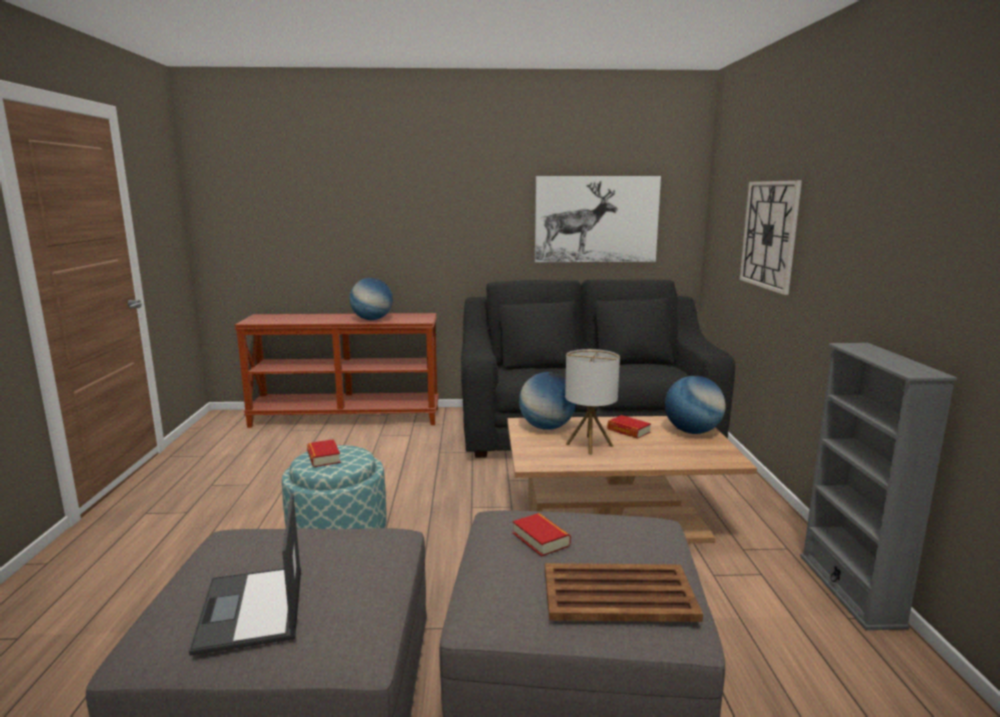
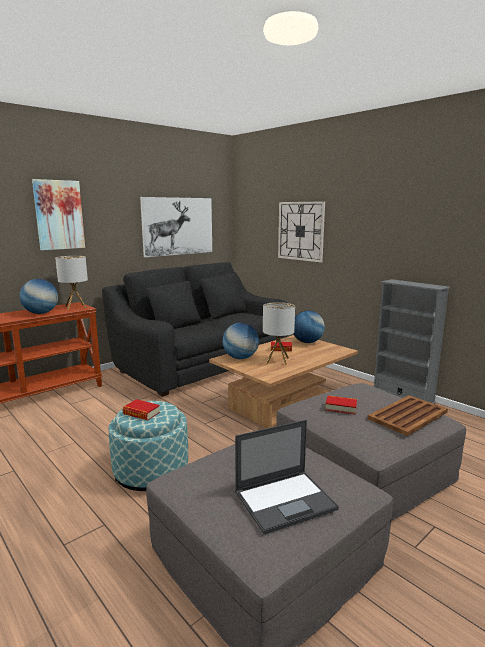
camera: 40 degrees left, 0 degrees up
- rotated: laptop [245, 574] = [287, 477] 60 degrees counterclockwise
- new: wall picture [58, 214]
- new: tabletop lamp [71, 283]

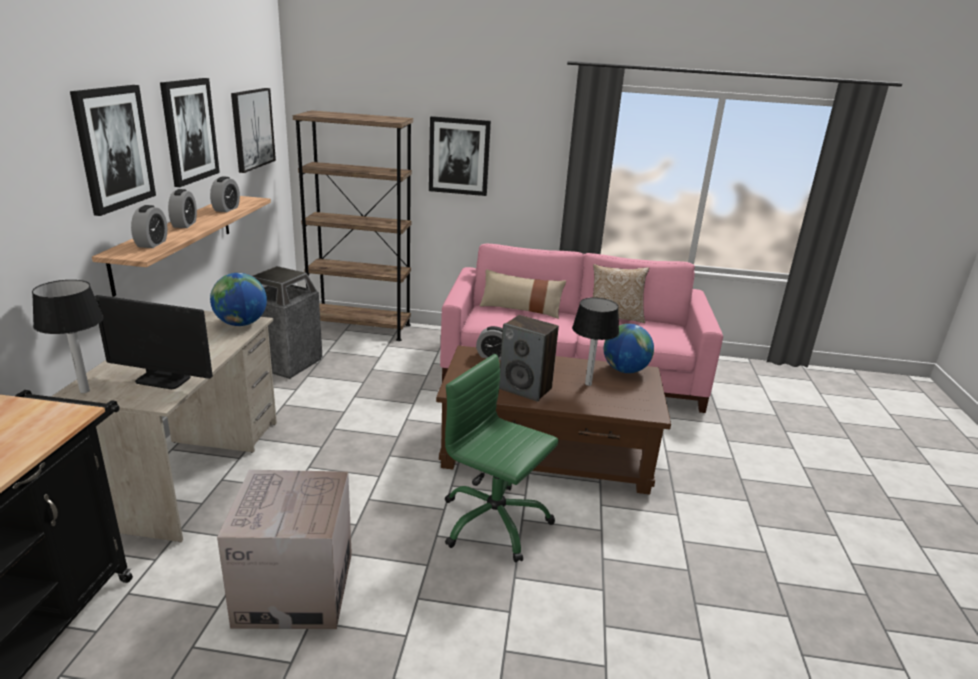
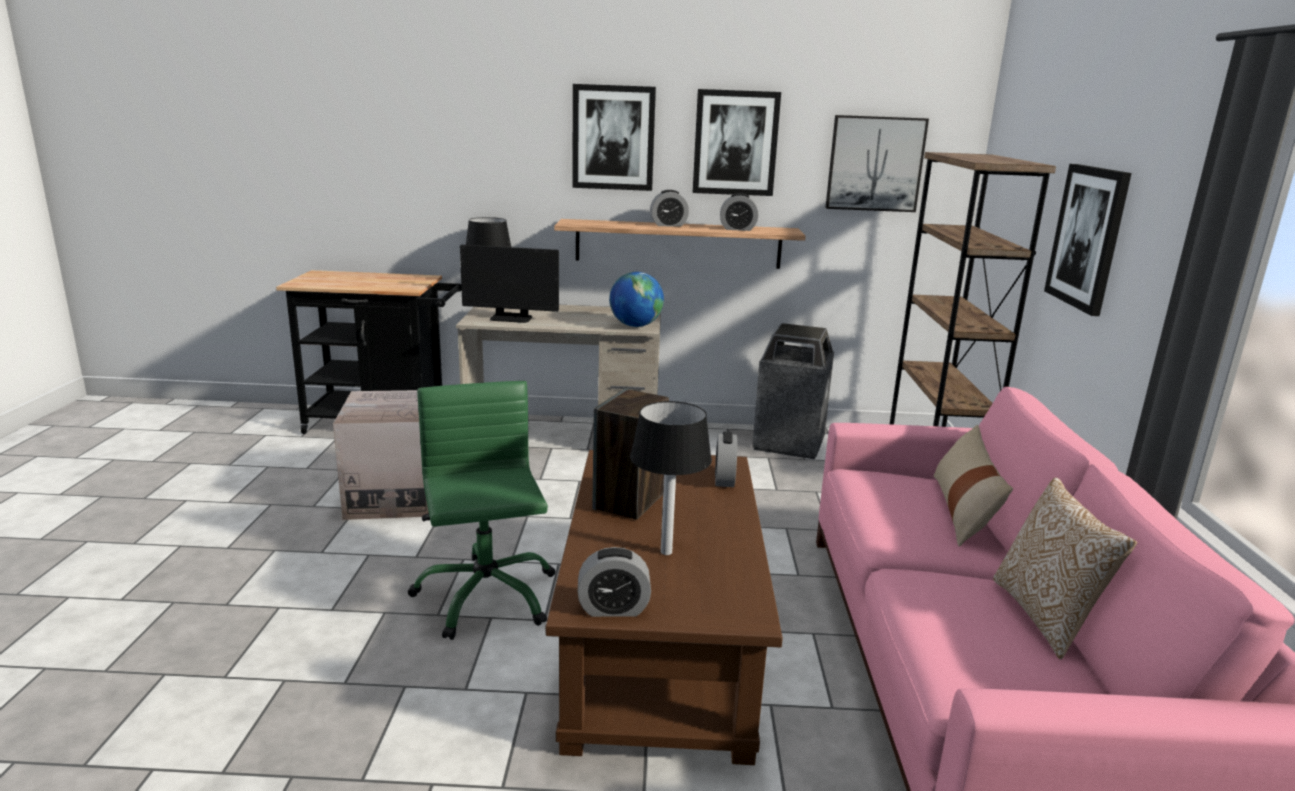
camera: 85 degrees right, 5 degrees down
- shifted: table clock [149, 226] to [614, 582]
- rotated: computer display [154, 342] = [509, 284] 90 degrees counterclockwise
- gone: desk globe [629, 348]
- rotated: greenish computer chair [502, 458] = [481, 510] 45 degrees counterclockwise

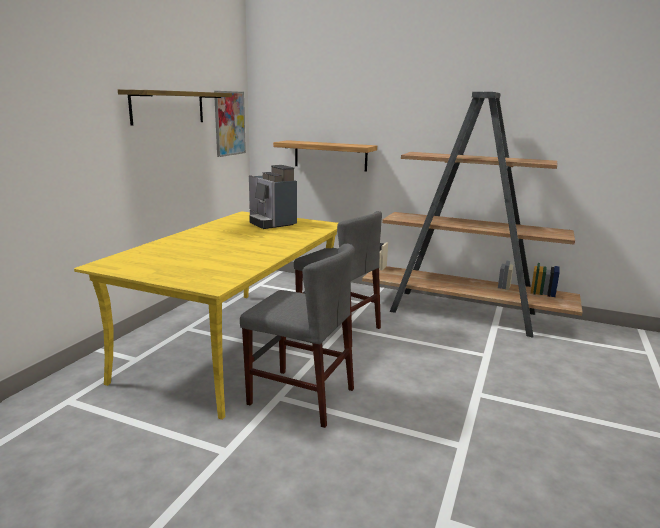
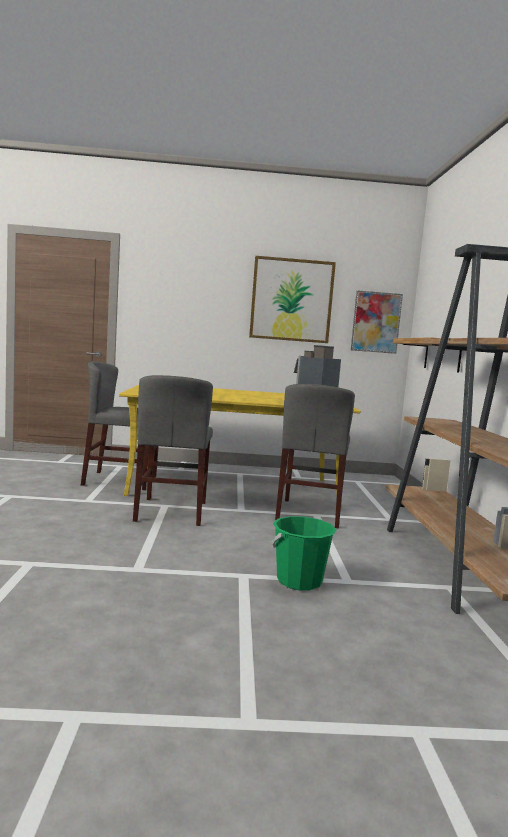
camera: 65 degrees right, 10 degrees down
- swapped: wall shelf [175, 107] to wall picture [292, 299]
- new: gray plain chair [120, 425]
- new: greenish pail [303, 553]

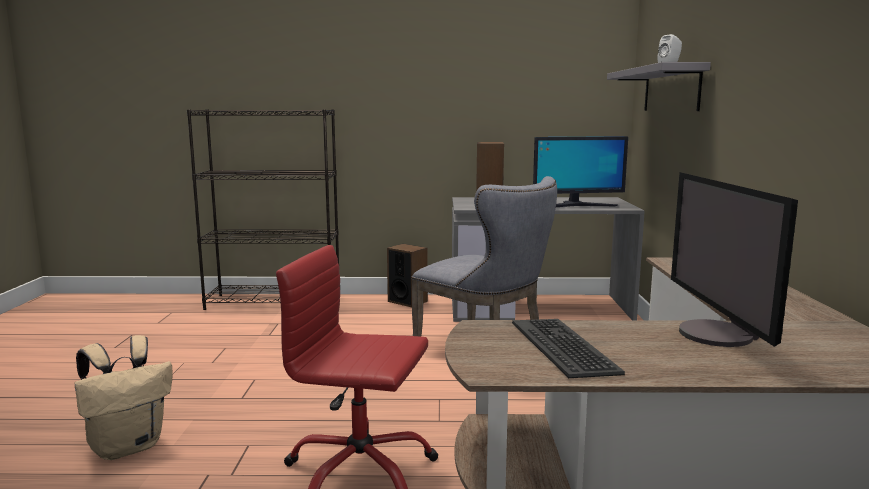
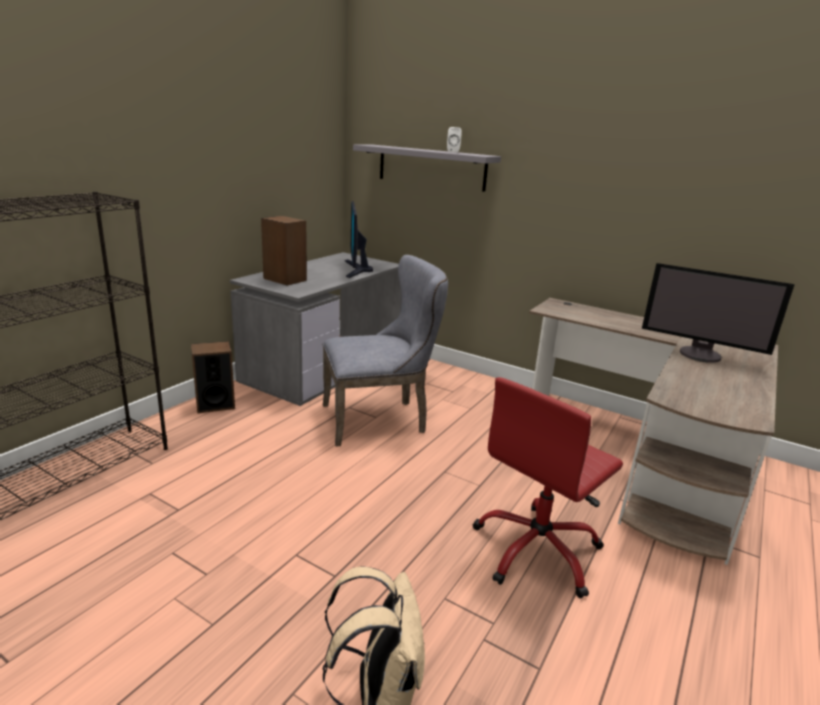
camera: 60 degrees left, 10 degrees up
- rotated: computer display [580, 171] = [359, 239] 150 degrees clockwise
- gone: keyboard [568, 348]

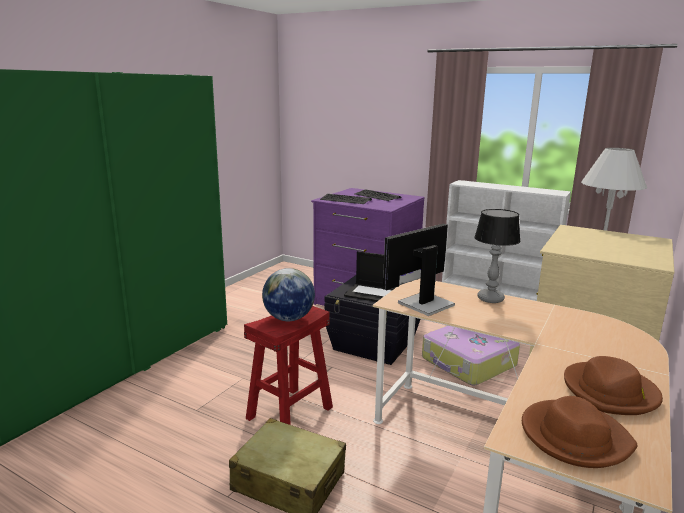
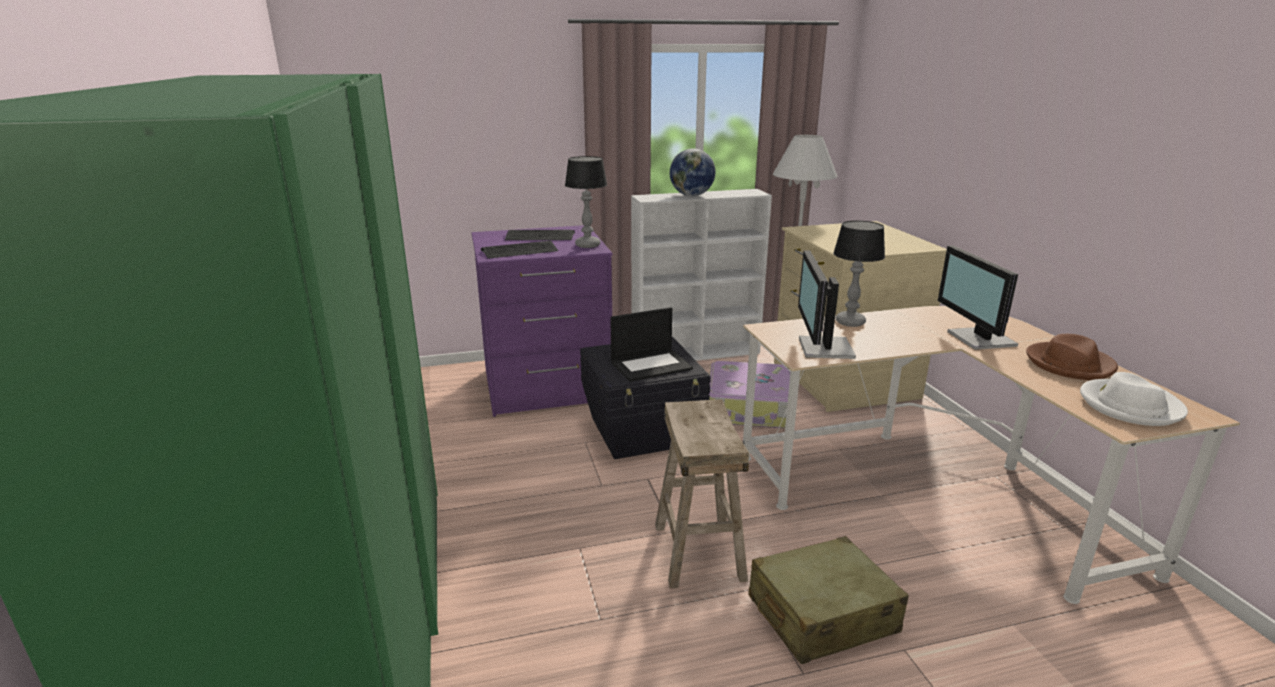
camera: 45 degrees left, 5 degrees up
- shifted: desk globe [288, 294] to [692, 172]
- repainted: reddish stool [288, 365] to beige-coloured stool [702, 493]
- repainted: brown clothing hat [580, 432] to white clothing hat [1134, 399]
- new: tabletop lamp [586, 202]
- new: computer display [978, 297]

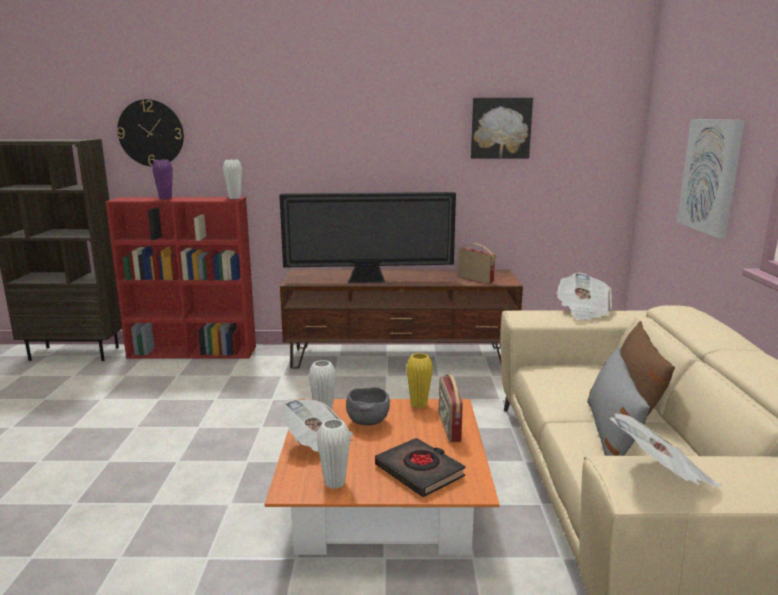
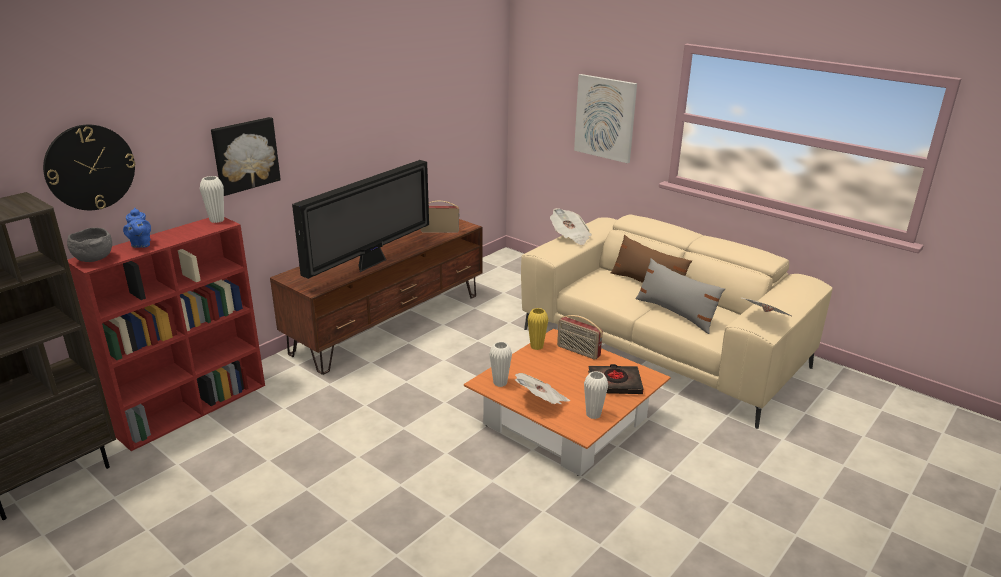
camera: 50 degrees left, 10 degrees up
- shifted: wall picture [502, 128] to [246, 156]
- swapped: purplish decorative vase [162, 179] to blue-coloured teapot [137, 228]
- shifted: gray deep dish [368, 406] to [89, 245]

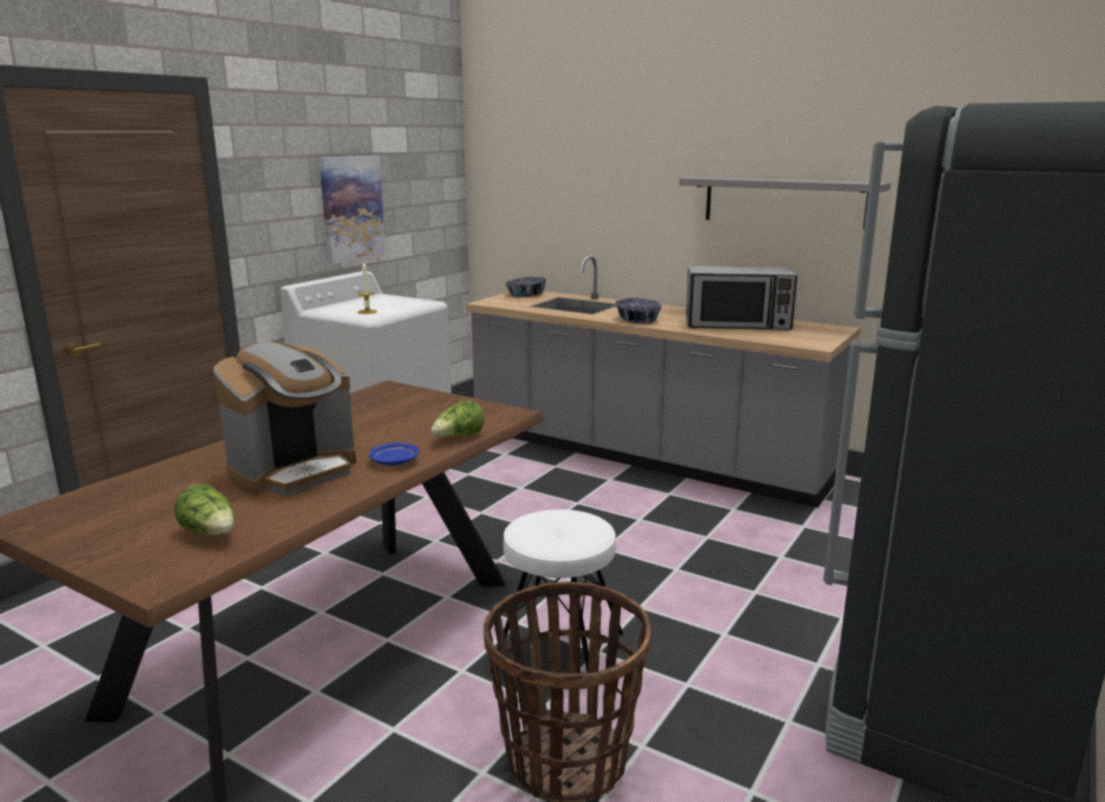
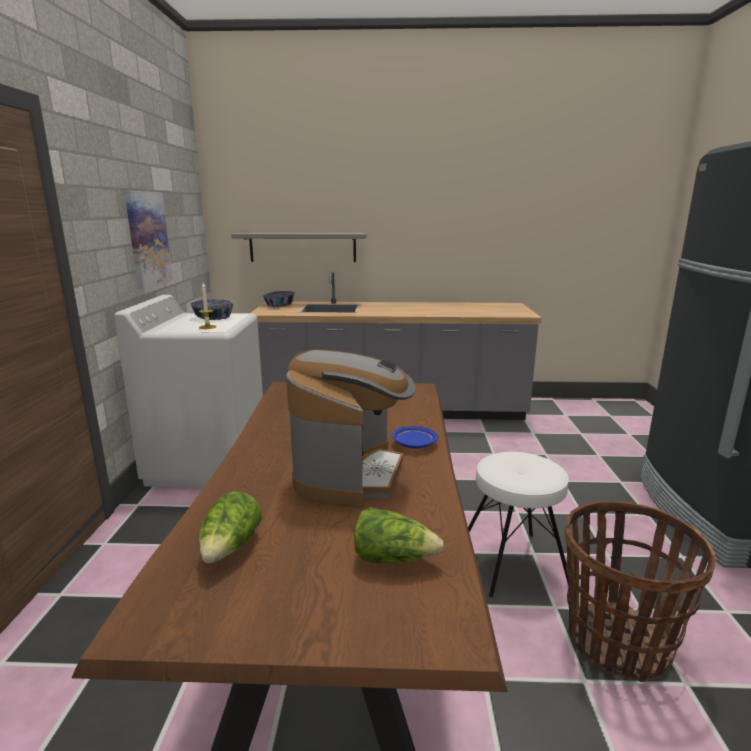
camera: 30 degrees left, 0 degrees up
- shifted: gray wall shelf [785, 203] to [299, 247]
- gone: microwave [741, 298]
- shifted: deep dish [638, 310] to [212, 309]
- shifted: lettuce head [458, 418] to [230, 527]

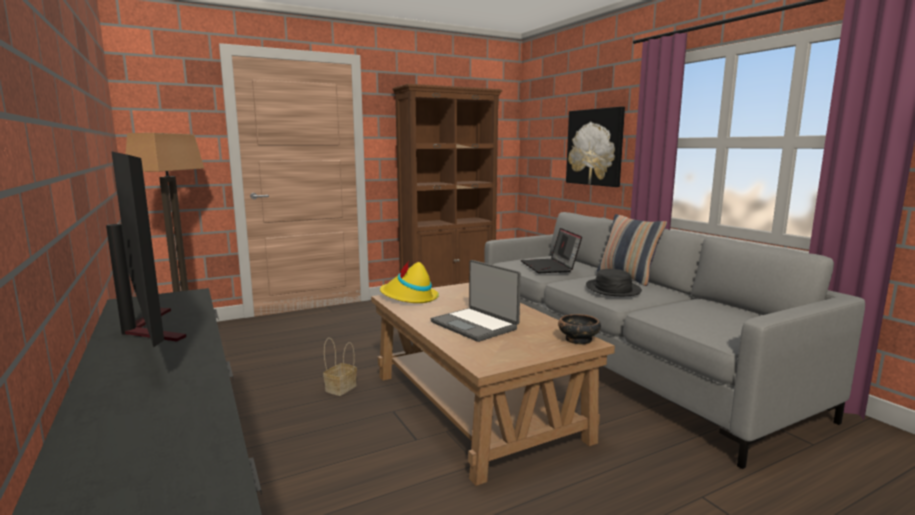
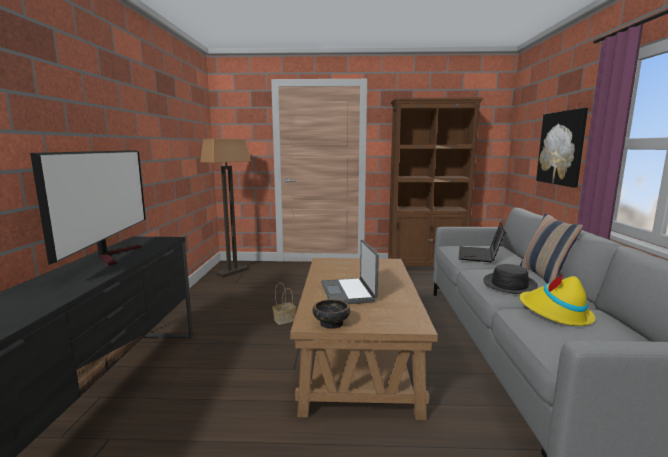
camera: 30 degrees right, 0 degrees up
- shifted: yellowish clothing hat [409, 282] to [557, 300]
- shifted: deep dish [579, 329] to [331, 314]

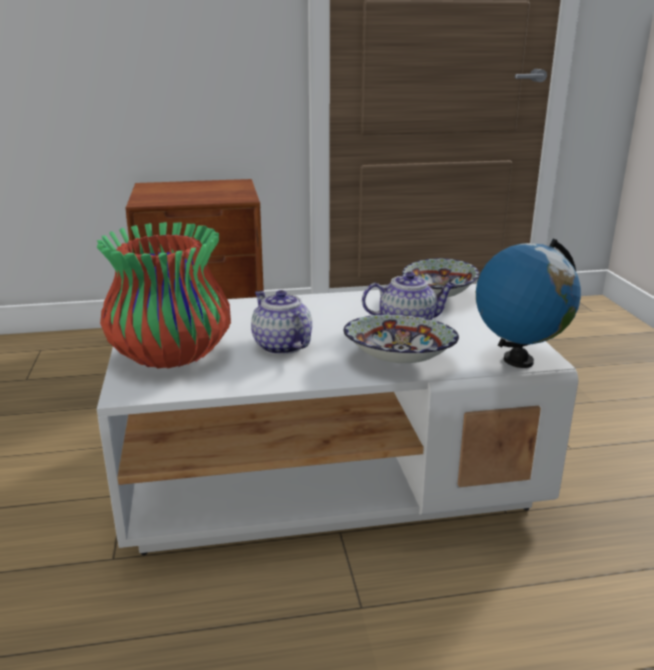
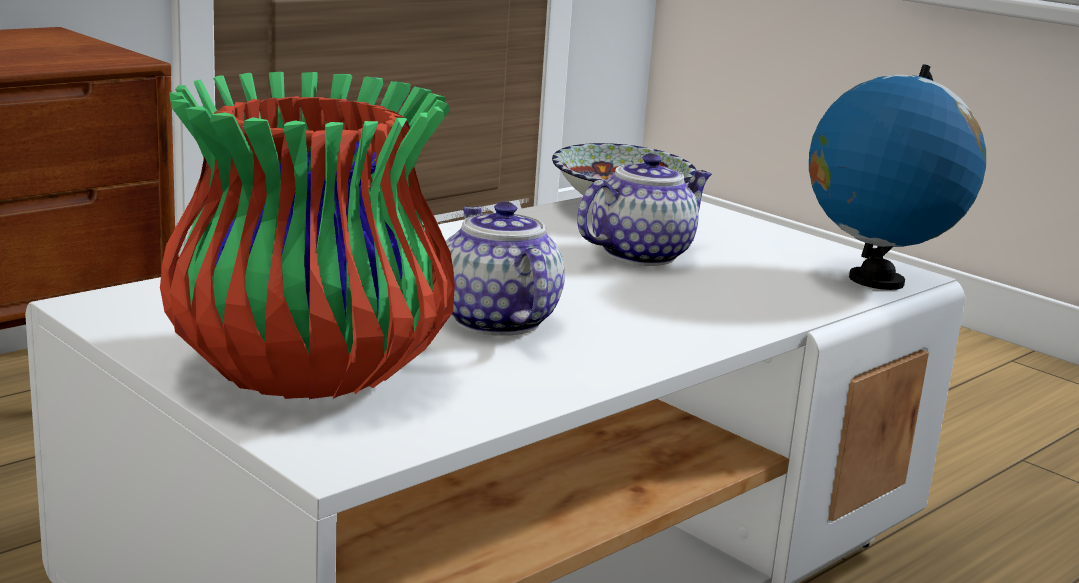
camera: 35 degrees left, 5 degrees down
- rotated: teapot [281, 322] = [505, 268] 45 degrees clockwise
- gone: deep dish [401, 338]

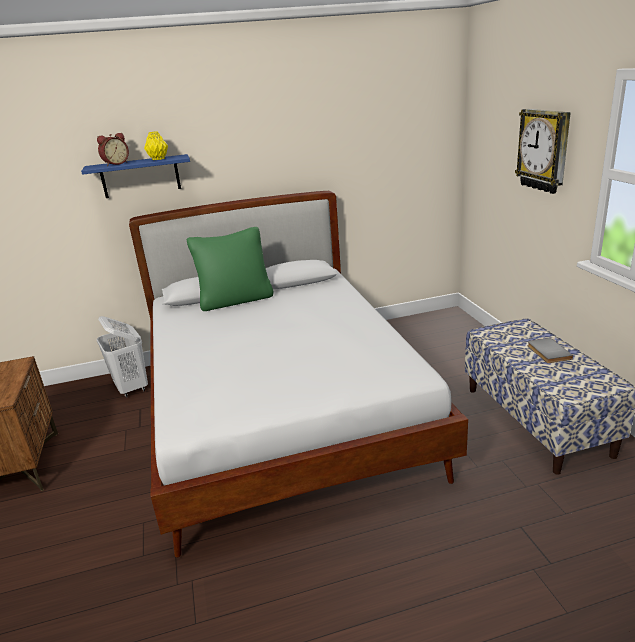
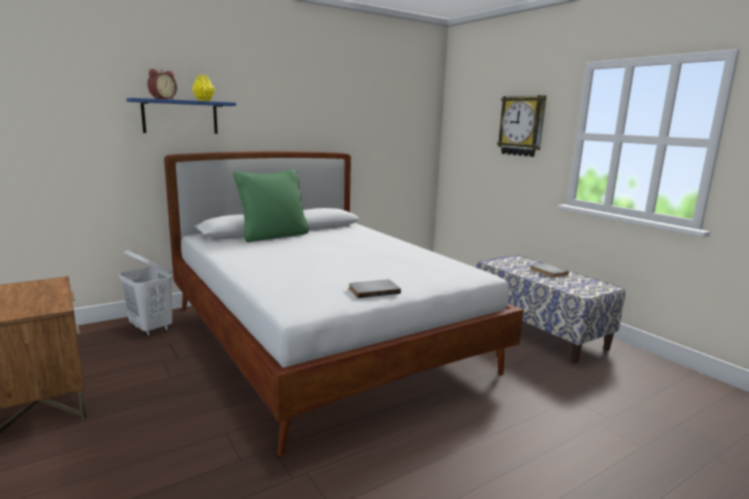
camera: 20 degrees left, 10 degrees down
- new: gray book [375, 289]

